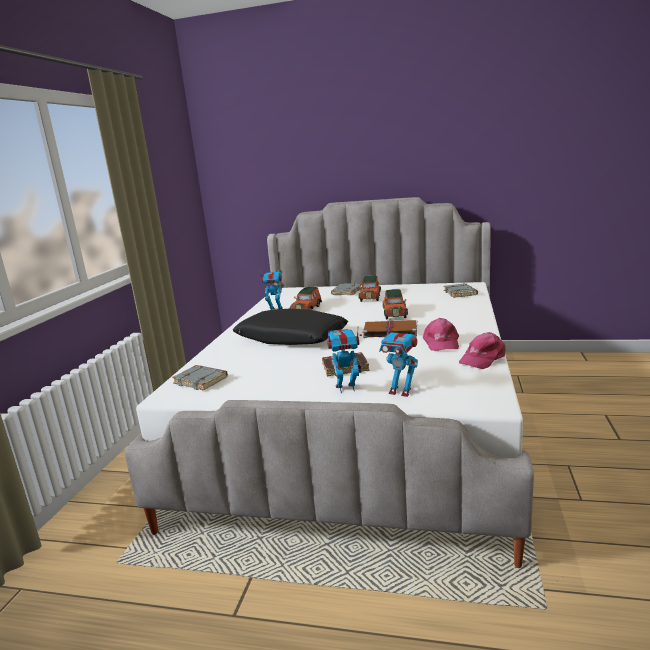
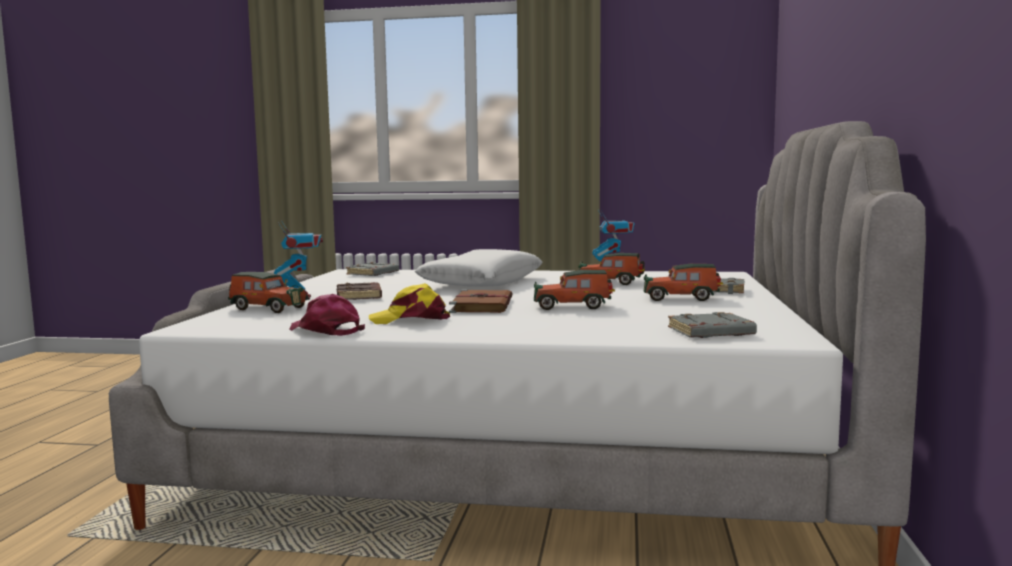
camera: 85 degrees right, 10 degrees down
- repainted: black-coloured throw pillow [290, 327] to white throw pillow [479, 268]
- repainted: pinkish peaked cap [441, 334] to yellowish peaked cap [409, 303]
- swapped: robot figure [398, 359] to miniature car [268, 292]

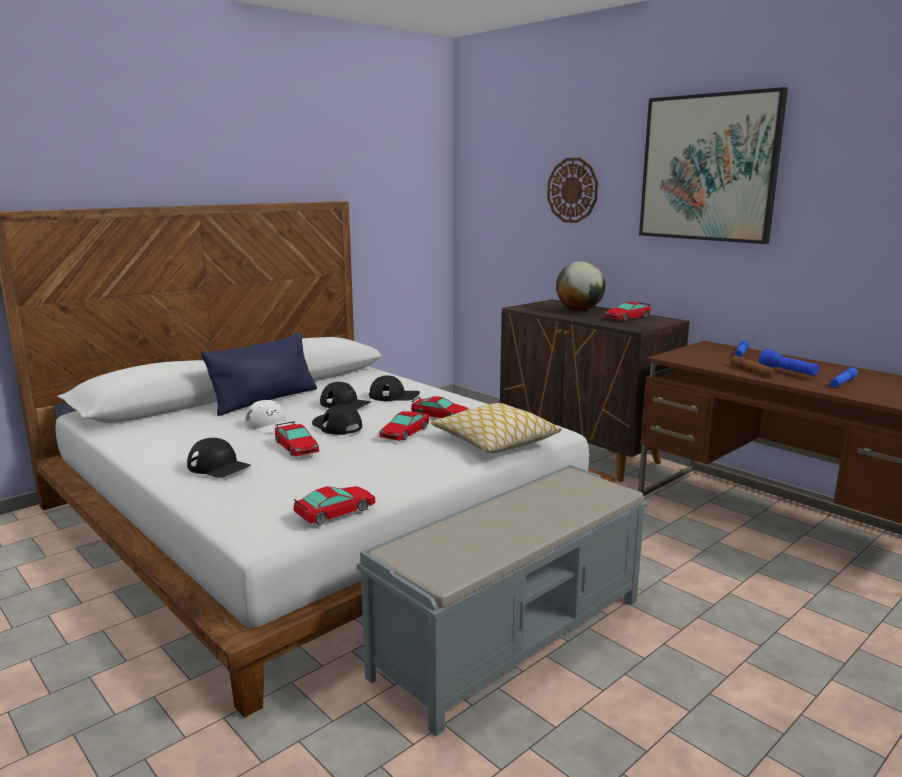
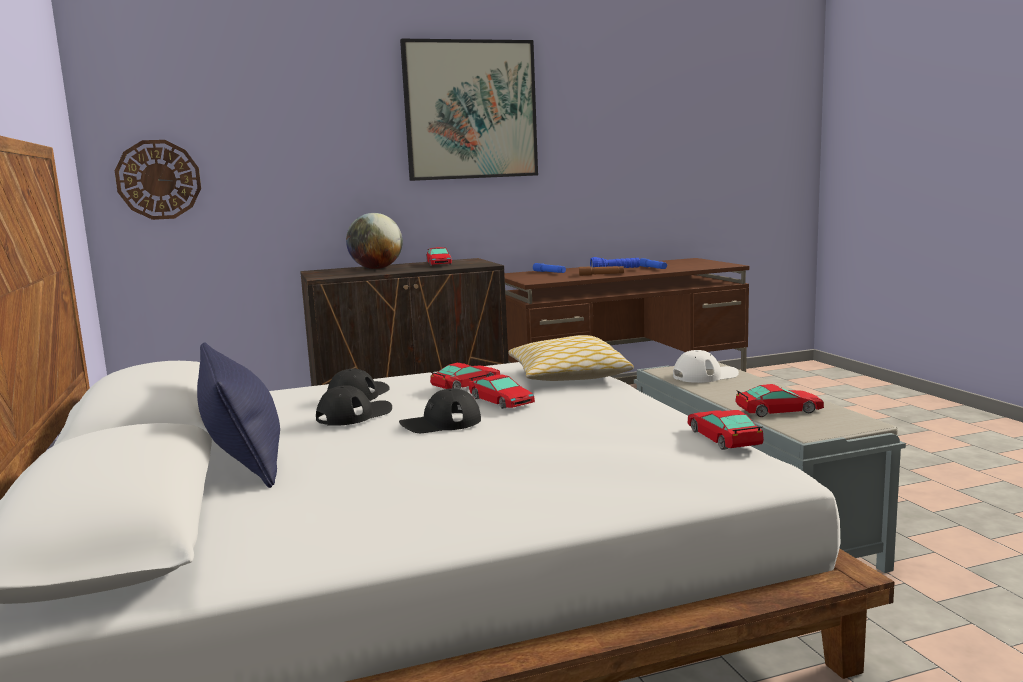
camera: 65 degrees left, 5 degrees down
- shifted: clock on the wall [572, 190] to [158, 180]
- shifted: white peaked cap [268, 417] to [706, 366]
- shifted: miniature car [297, 438] to [779, 400]
- gone: black-coloured peaked cap [219, 458]

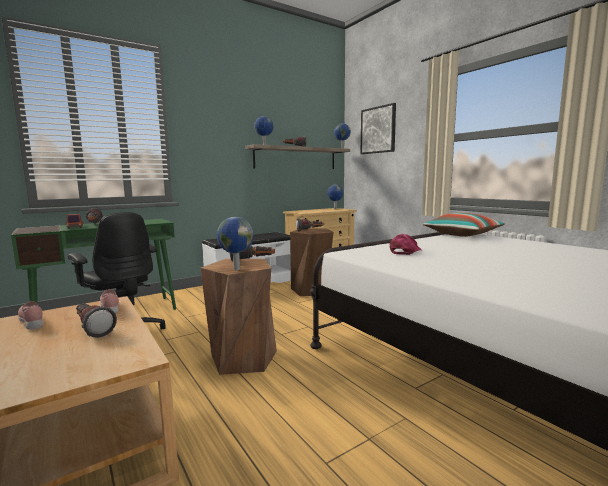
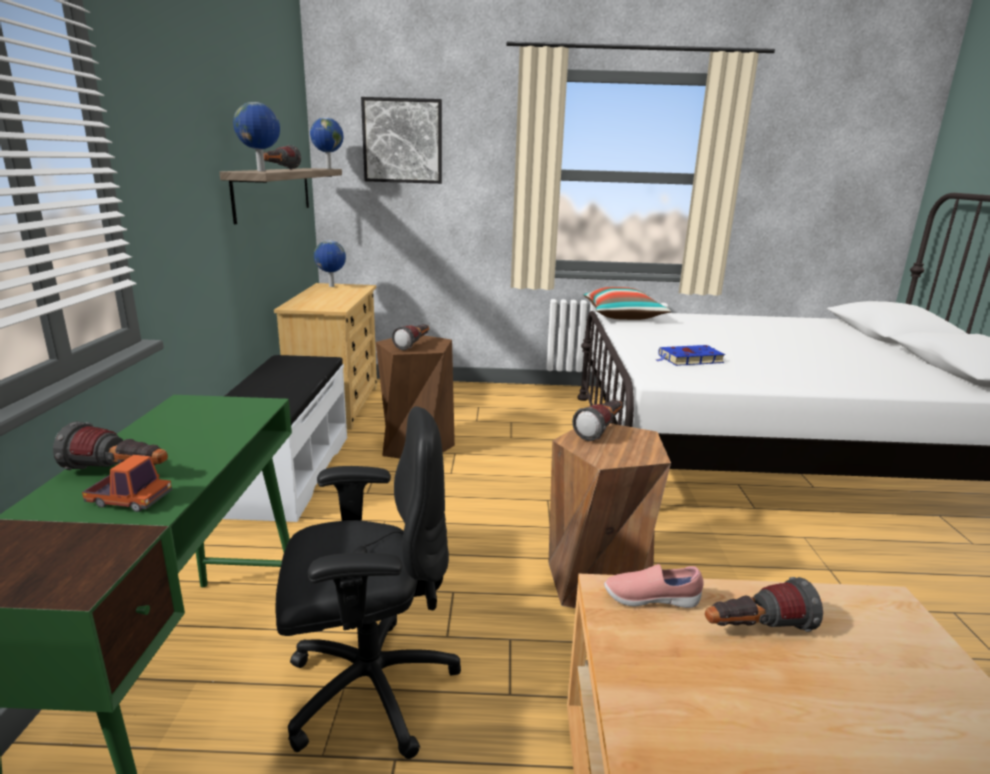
camera: 55 degrees left, 10 degrees up
- gone: desk globe [235, 243]
- swapped: pinkish peaked cap [405, 244] to blue-coloured book [691, 355]
- gone: pinkish shoe [30, 315]

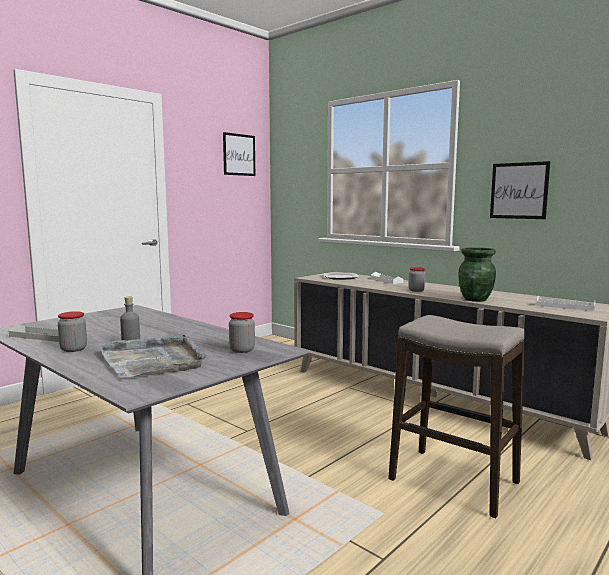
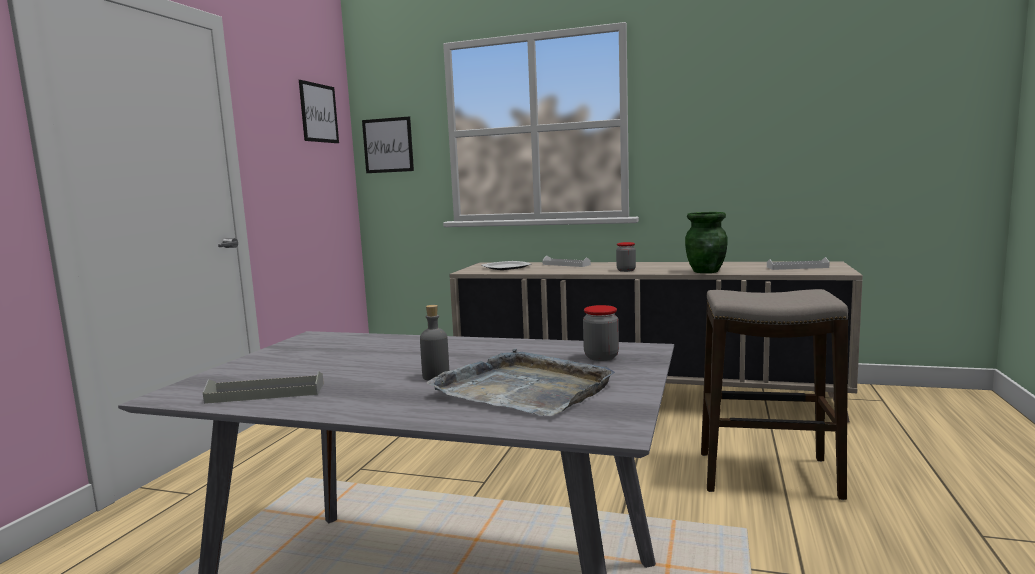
camera: 25 degrees left, 0 degrees up
- shifted: wall picture [520, 190] to [388, 145]
- gone: storage jar [72, 331]

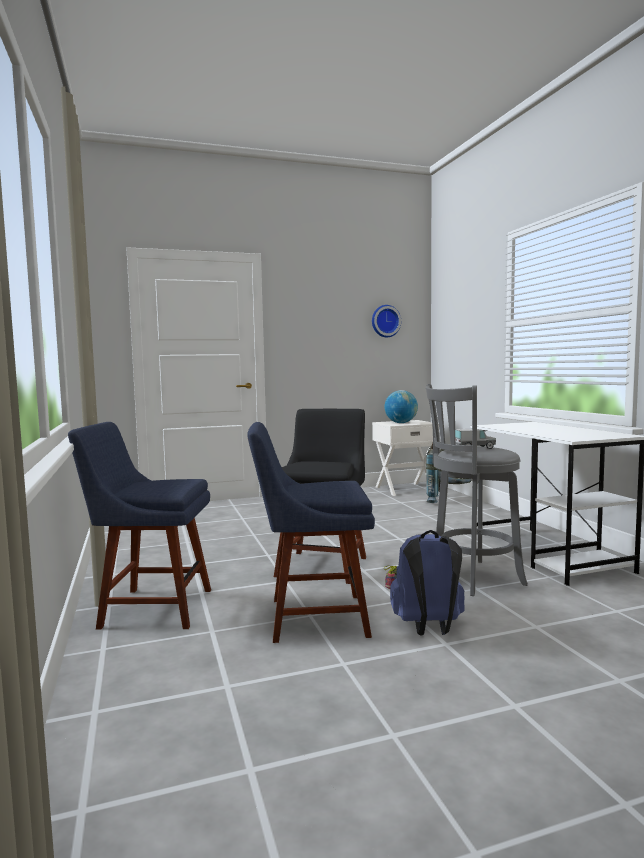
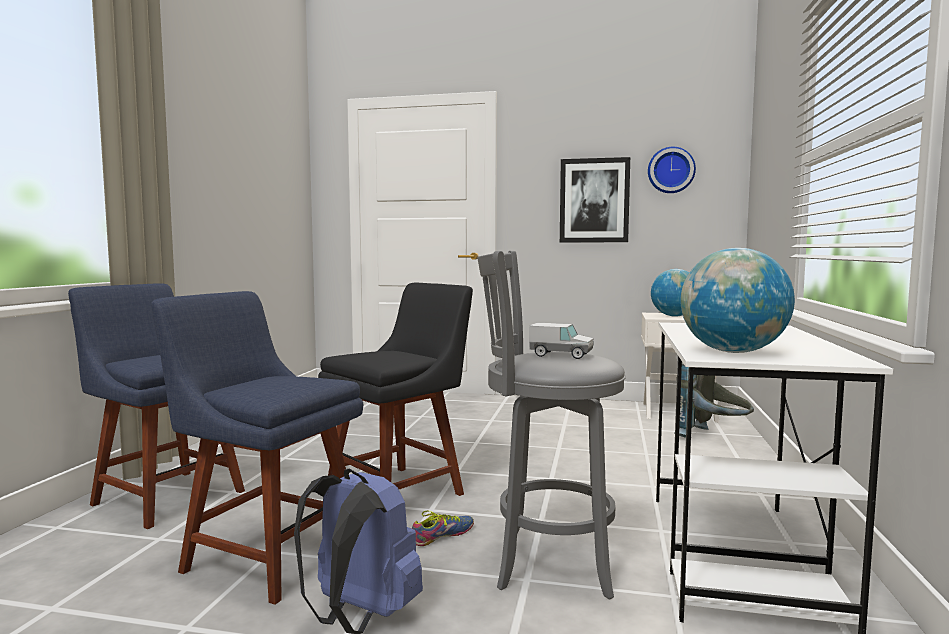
camera: 30 degrees right, 0 degrees up
- new: wall picture [595, 199]
- new: desk globe [737, 300]

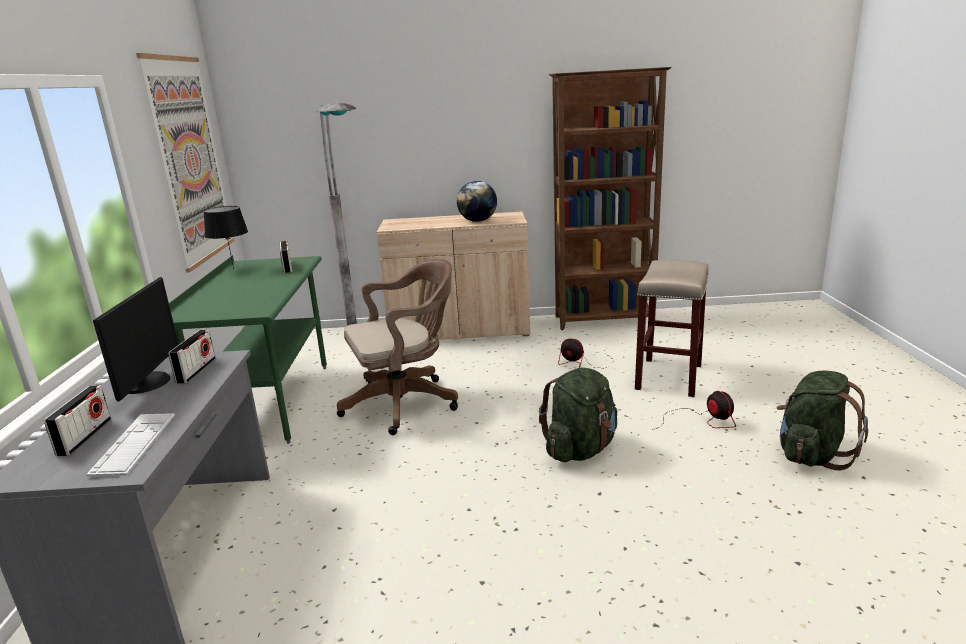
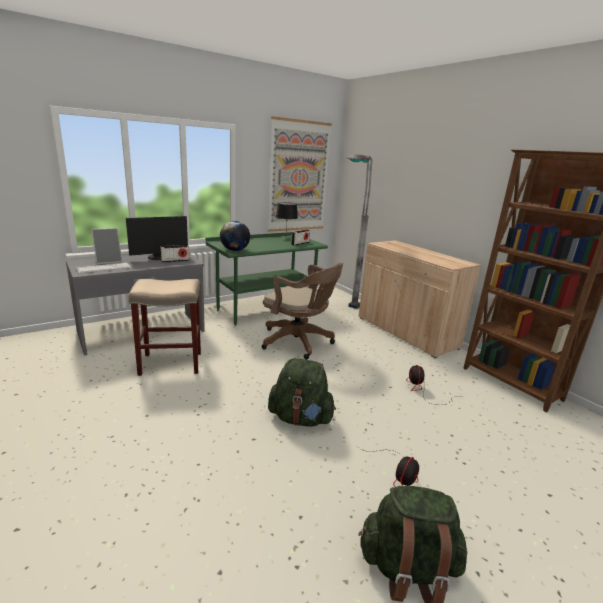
camera: 55 degrees right, 0 degrees up
- shifted: desk globe [477, 201] to [235, 236]
- shifted: beige-coloured stool [672, 328] to [165, 327]
- swapped: radio [77, 420] to standing frame [106, 246]

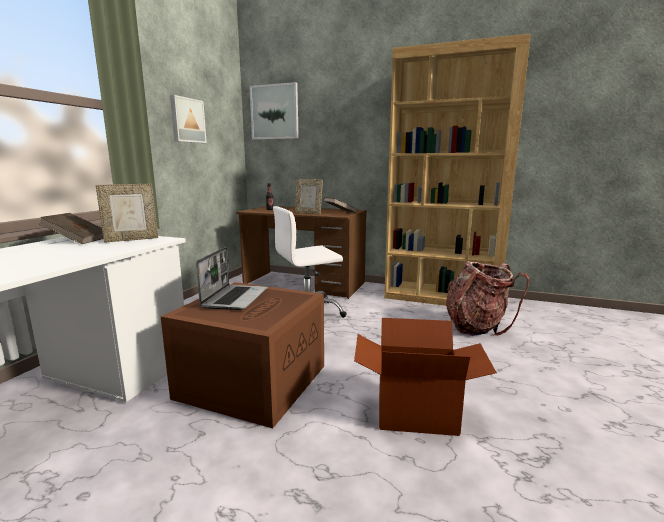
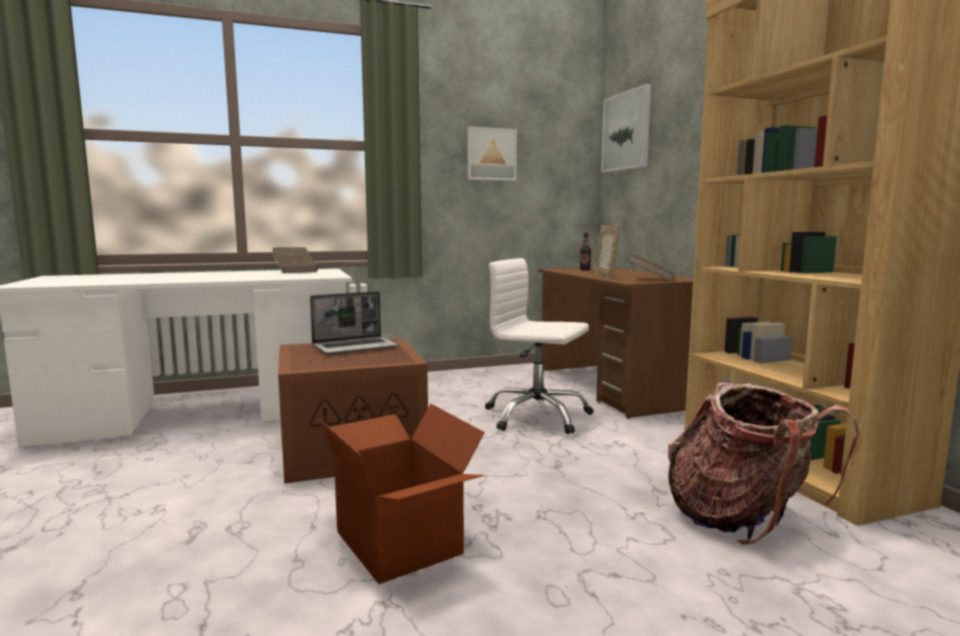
camera: 50 degrees right, 5 degrees down
- gone: standing frame [127, 213]

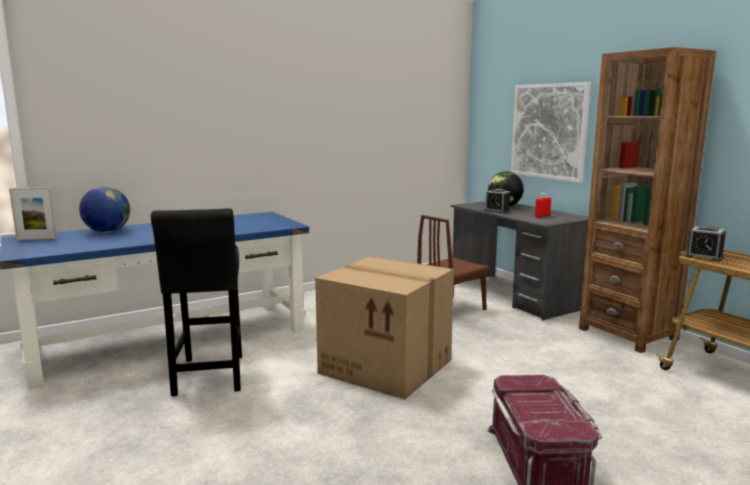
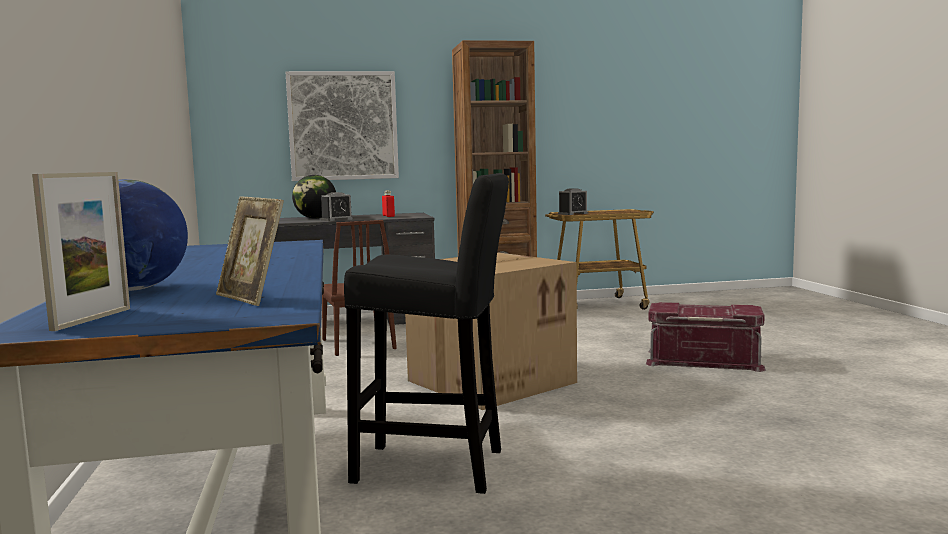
camera: 70 degrees left, 5 degrees down
- new: standing frame [250, 251]

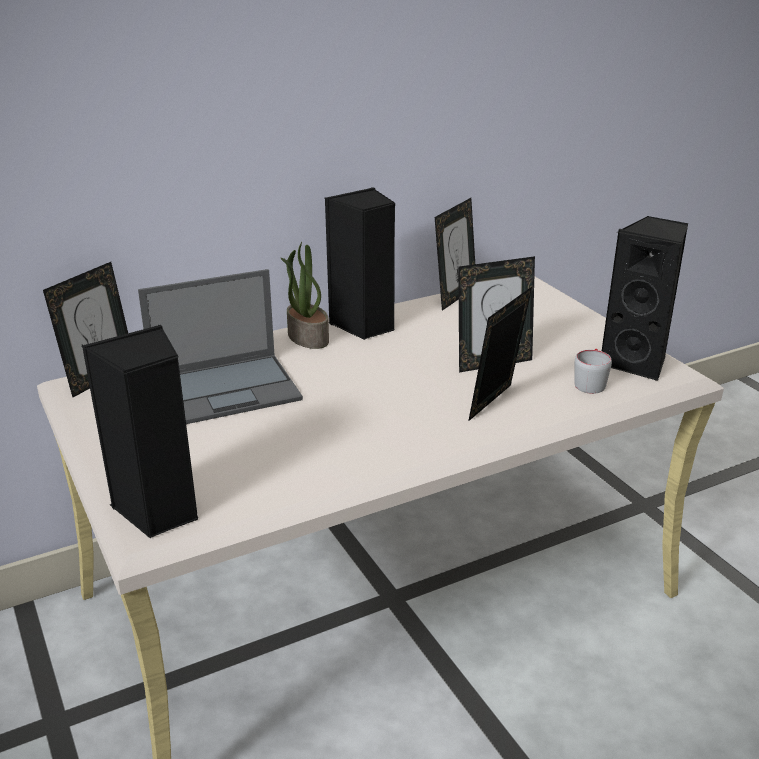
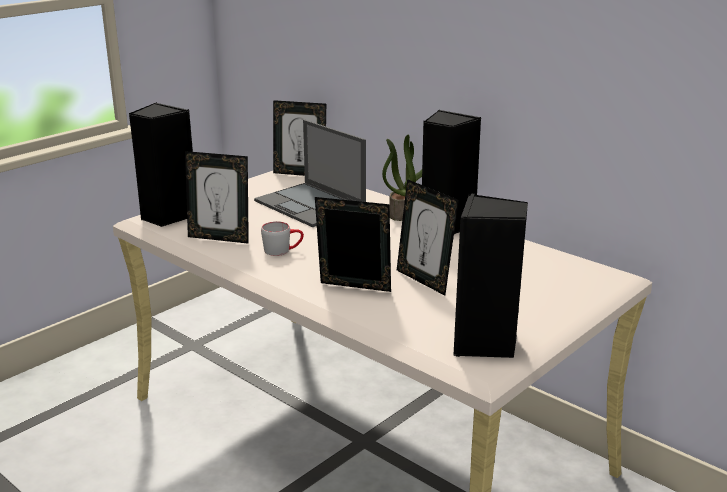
camera: 70 degrees right, 5 degrees down
- shifted: standing frame [455, 254] to [217, 197]
- shifted: gray mug [593, 371] to [282, 238]

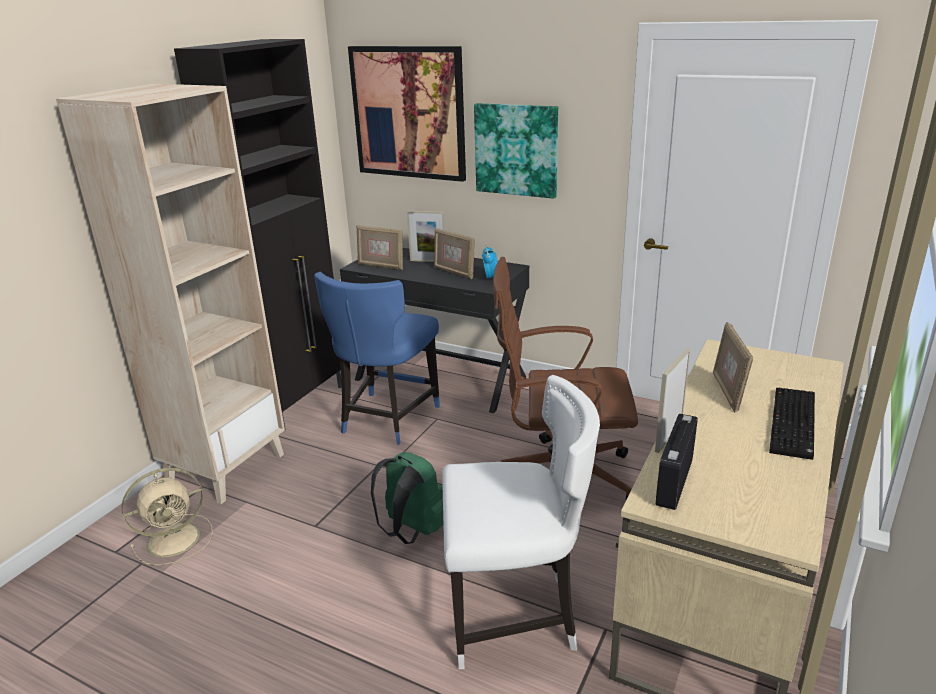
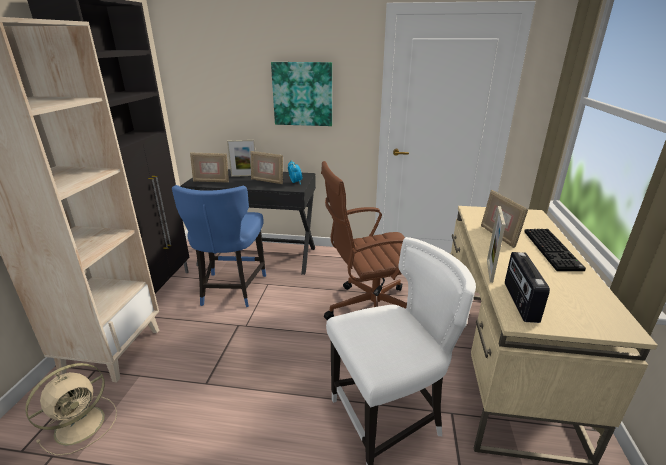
camera: 20 degrees left, 0 degrees up
- gone: wall picture [407, 114]
- gone: greenish rucksack [407, 498]

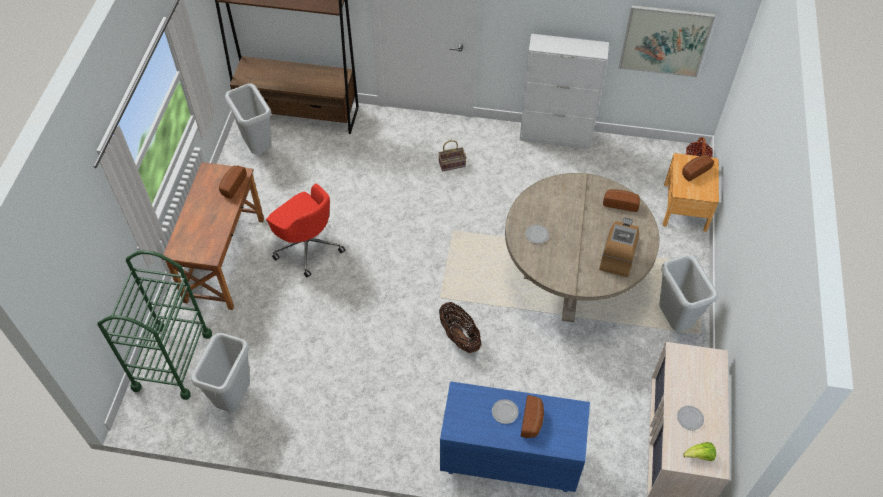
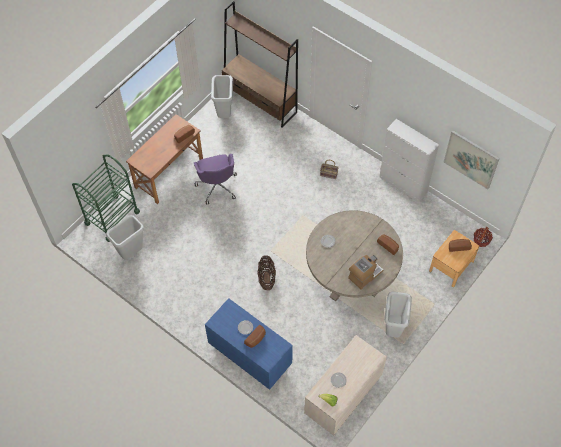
camera: 30 degrees right, 5 degrees up
- repainted: reddish computer chair [305, 231] to purplish computer chair [215, 179]

